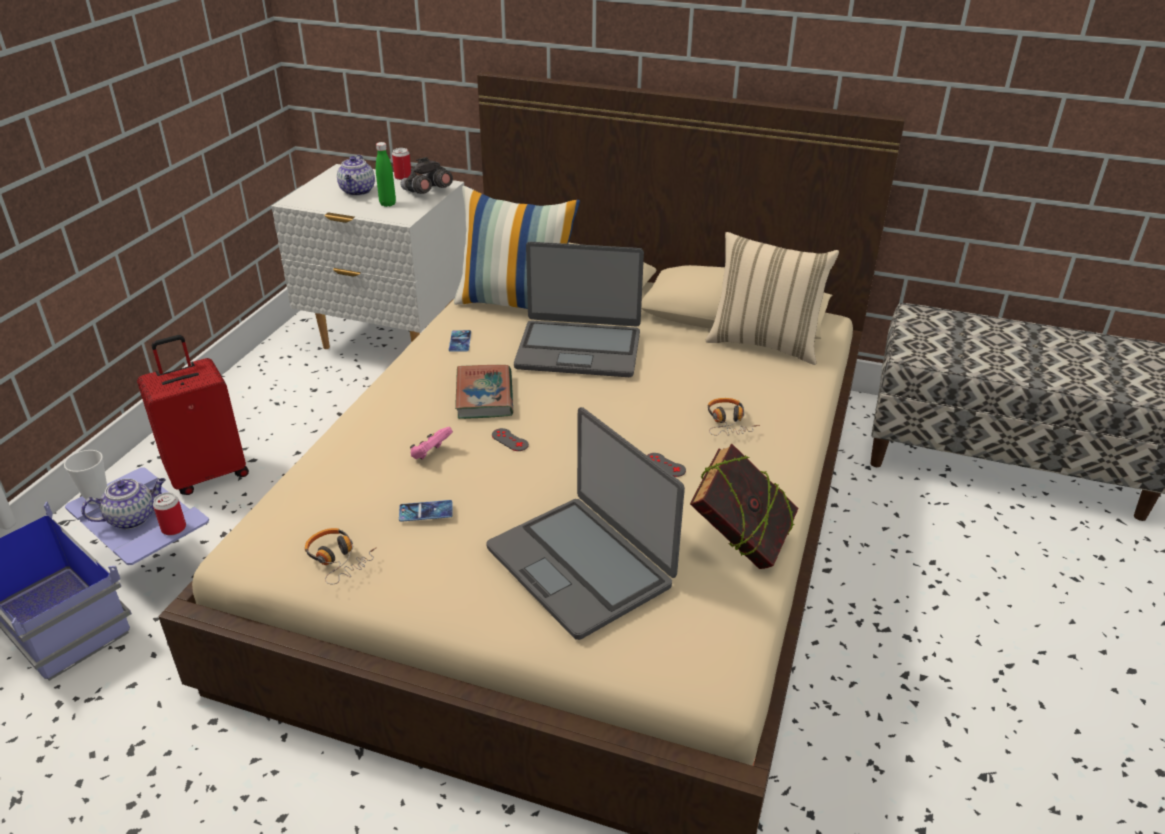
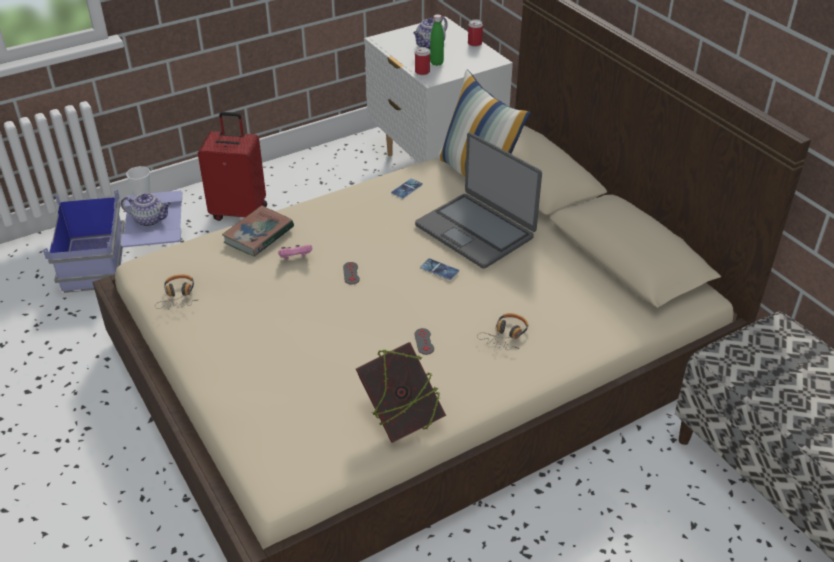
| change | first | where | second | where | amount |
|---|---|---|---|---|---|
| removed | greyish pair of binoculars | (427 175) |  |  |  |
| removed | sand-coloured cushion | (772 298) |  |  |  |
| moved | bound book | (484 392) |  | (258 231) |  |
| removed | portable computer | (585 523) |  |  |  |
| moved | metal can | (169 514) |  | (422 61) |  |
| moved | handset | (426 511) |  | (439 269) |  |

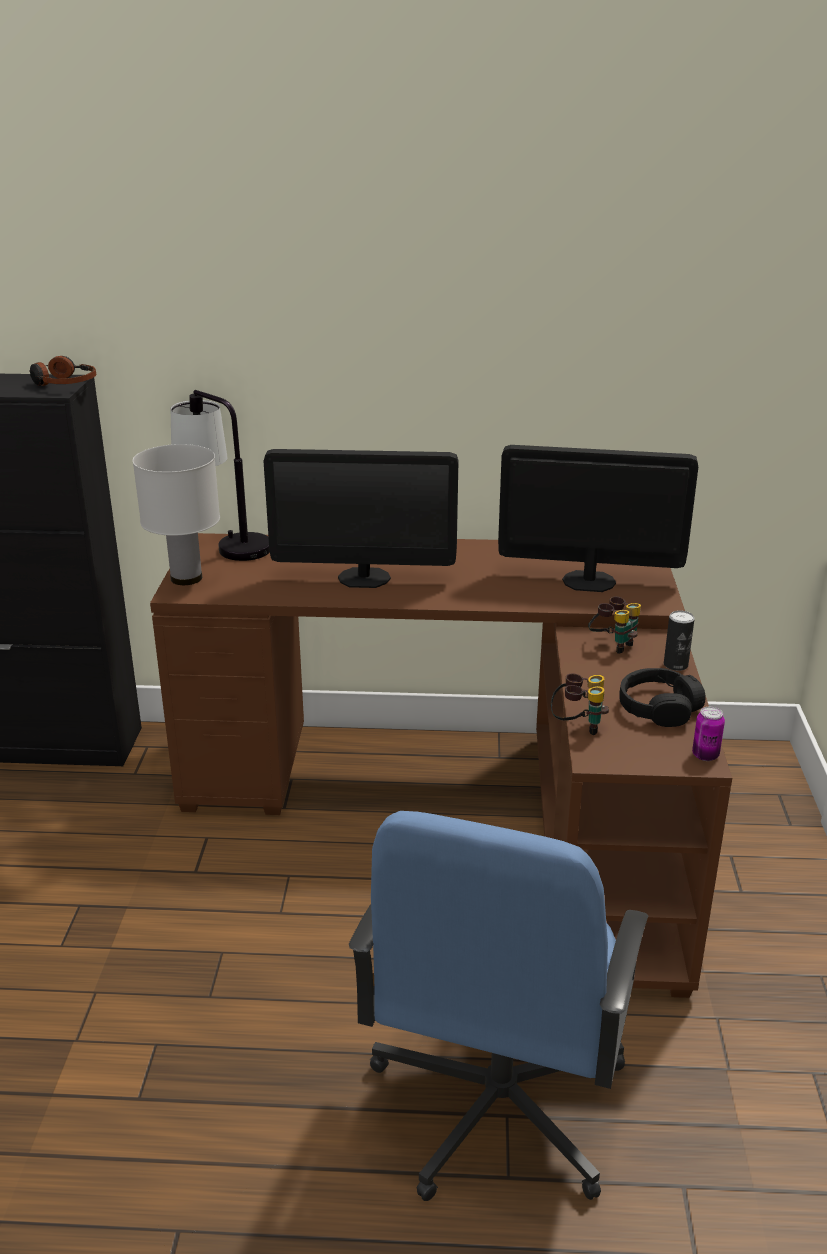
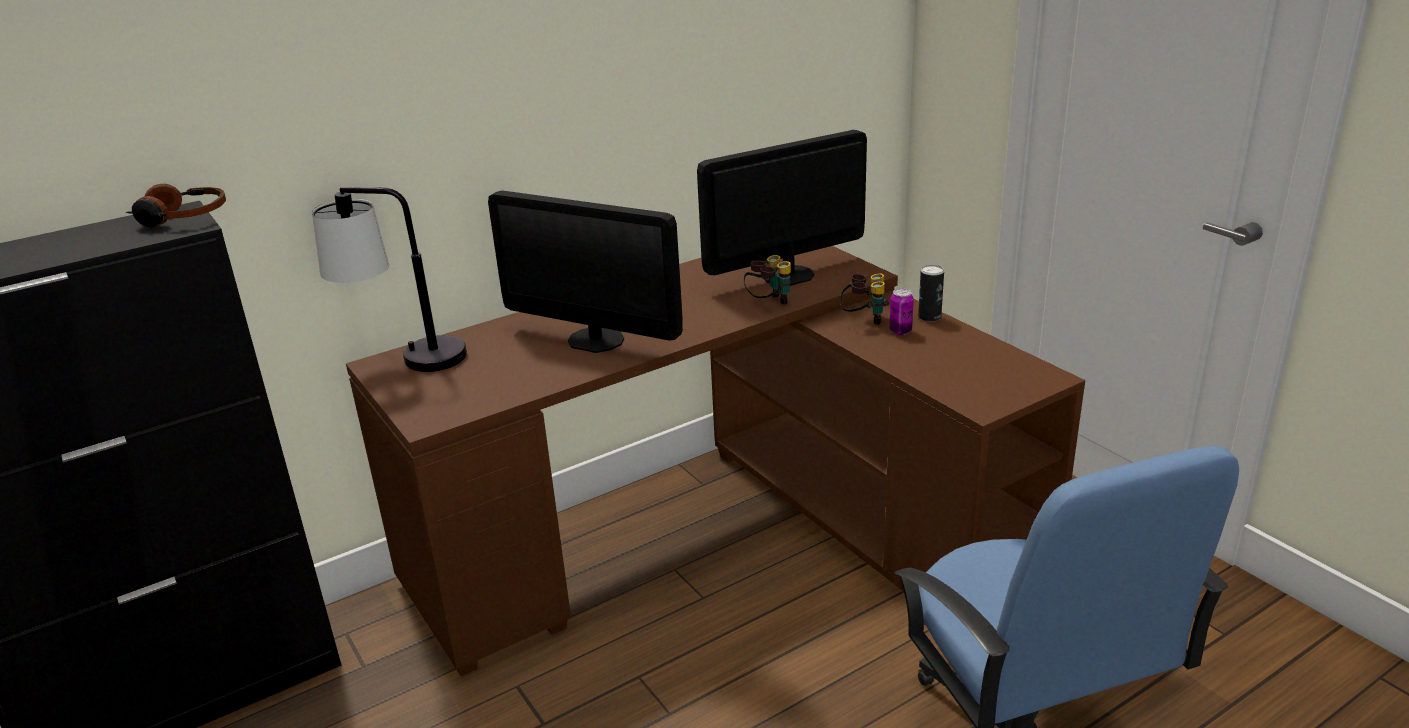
| change | first | where | second | where | amount |
|---|---|---|---|---|---|
| removed | white-coloured tabletop lamp | (176 514) |  |  |  |
| turned | monitor | (361 518) |  | (585 271) | 60 degrees clockwise |
| removed | blackish pair of headphones | (662 697) |  |  |  |
| moved | pair of binoculars | (580 704) |  | (767 280) |  |
| moved | metal can | (708 734) |  | (901 311) |  |

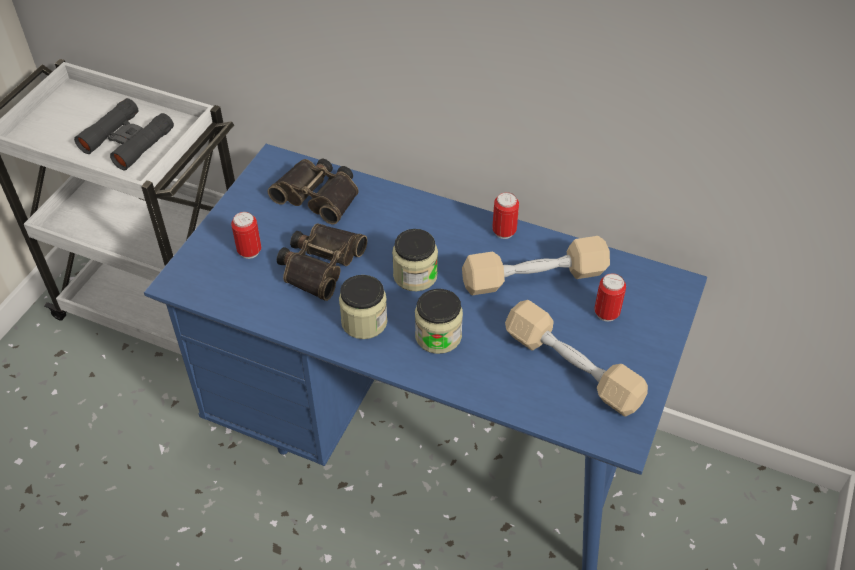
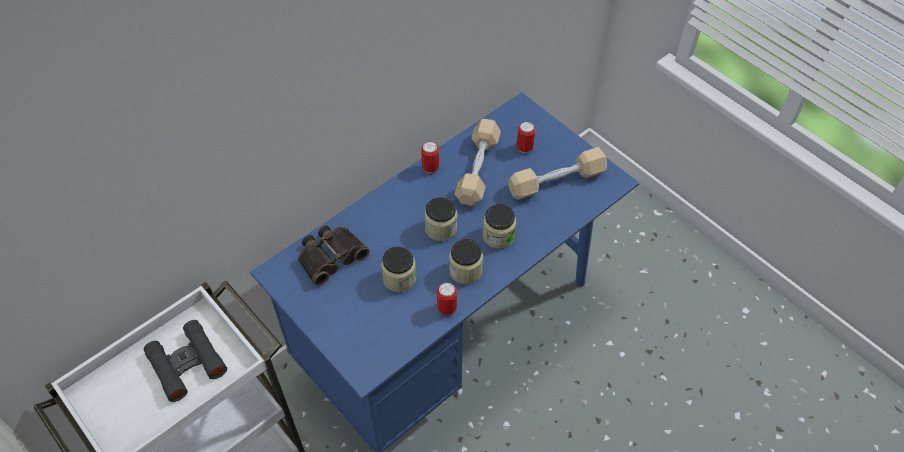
| change | first | where | second | where | amount |
|---|---|---|---|---|---|
| moved | metal can | (246 235) |  | (447 299) |  |
| replaced | pair of binoculars | (322 262) | preserve jar | (398 269) |  |

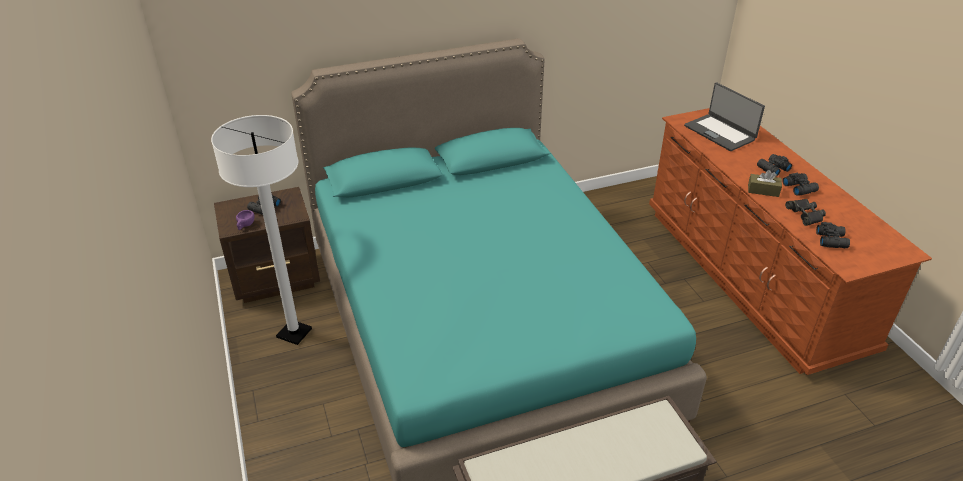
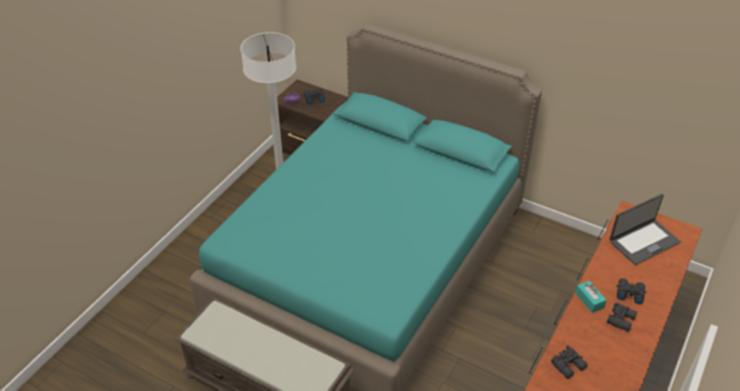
| change | first | where | second | where | amount |
|---|---|---|---|---|---|
| turned | portable computer | (724 116) |  | (645 229) | 135 degrees counterclockwise |
| recoloured | brown tissue box | (765 183) | turquoise-coloured tissue box | (591 297) |  |
| removed | blackish pair of binoculars | (805 212) |  |  |  |

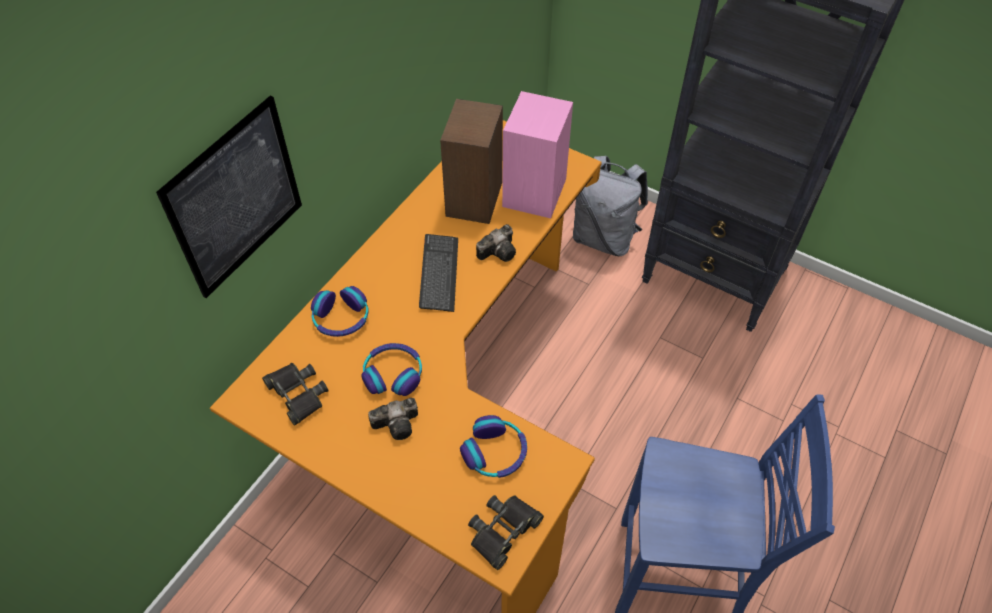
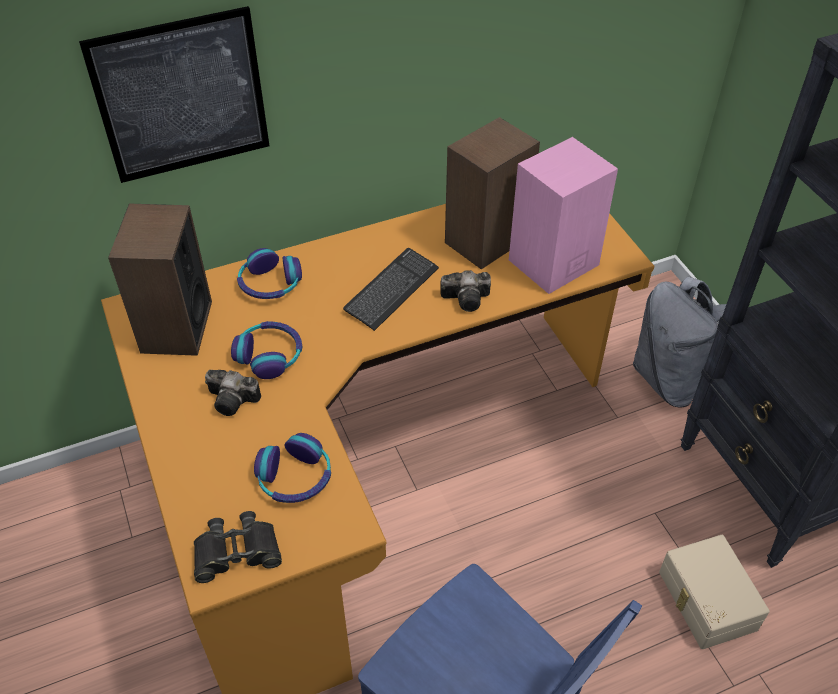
| change | first | where | second | where | amount |
|---|---|---|---|---|---|
| replaced | blackish pair of binoculars | (295 394) | audio speaker | (160 280) |  |
| added |  |  | sand-coloured storage container | (714 592) |  |

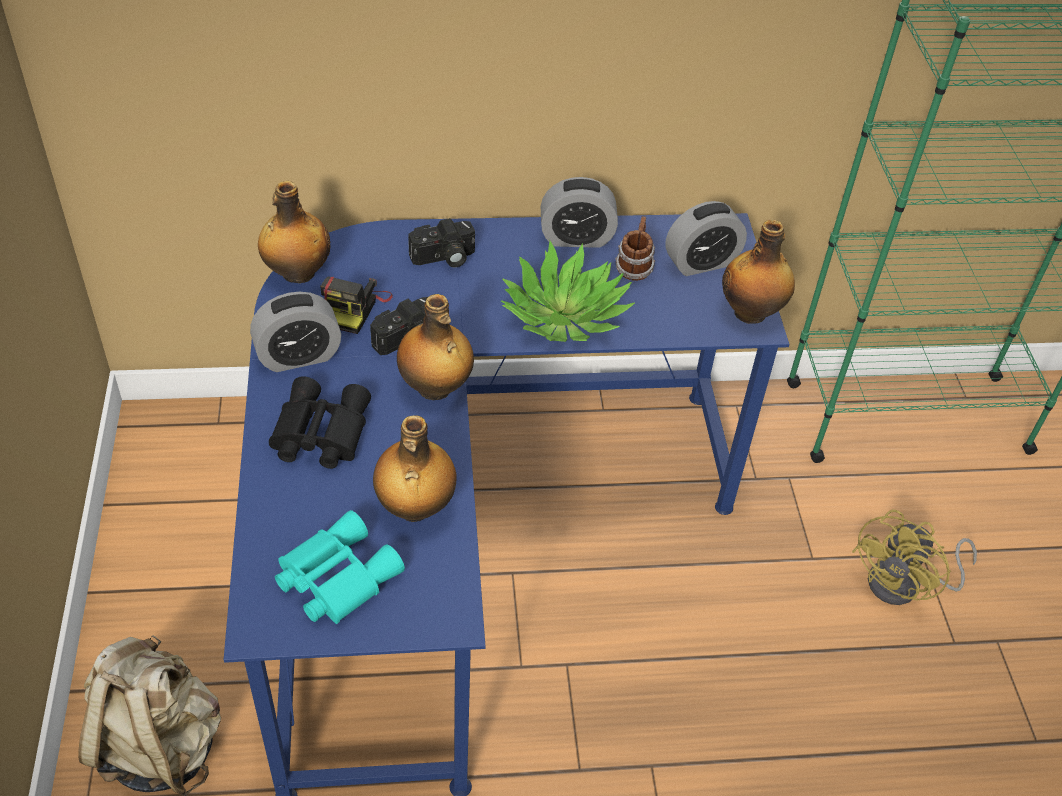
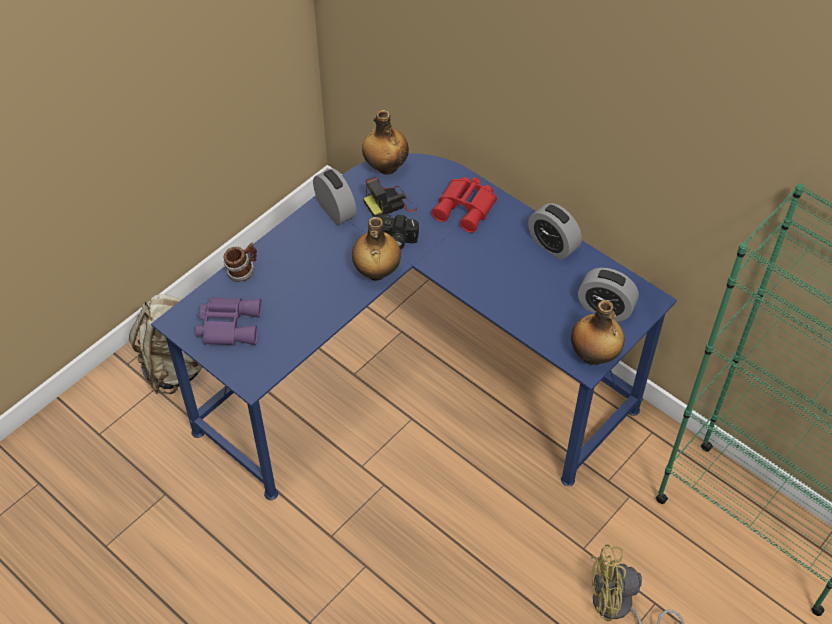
| change | first | where | second | where | amount |
|---|---|---|---|---|---|
| moved | coffee mug | (635 248) |  | (240 262) |  |
| replaced | still camera | (441 243) | reddish pair of binoculars | (464 205) |  |
| removed | houseplant | (568 291) |  |  |  |
| turned | table clock | (295 332) |  | (334 196) | 150 degrees counterclockwise |
| removed | blackish pair of binoculars | (320 422) |  |  |  |
| removed | bottle | (415 468) |  |  |  |
| recoloured | turquoise-coloured pair of binoculars | (340 567) | purple-coloured pair of binoculars | (229 321) |  |

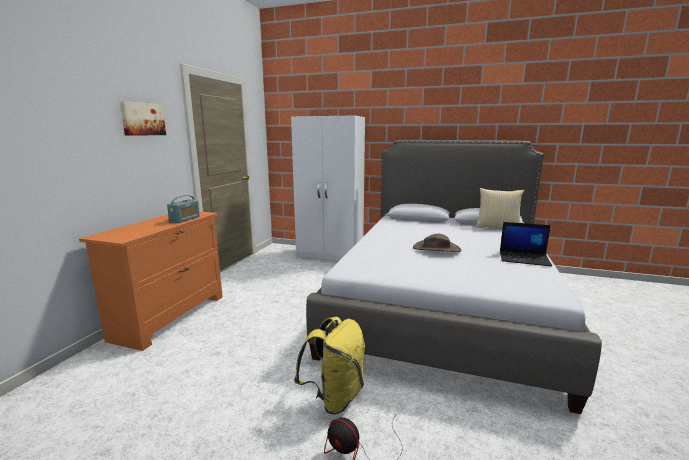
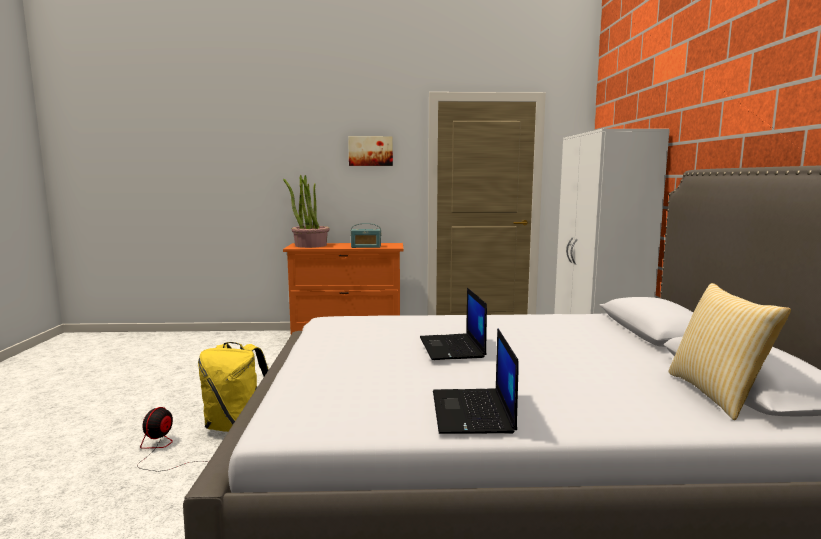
| change | first | where | second | where | amount |
|---|---|---|---|---|---|
| replaced | brown hat | (437 243) | portable computer | (453 324) |  |
| added |  |  | houseplant | (306 211) |  |

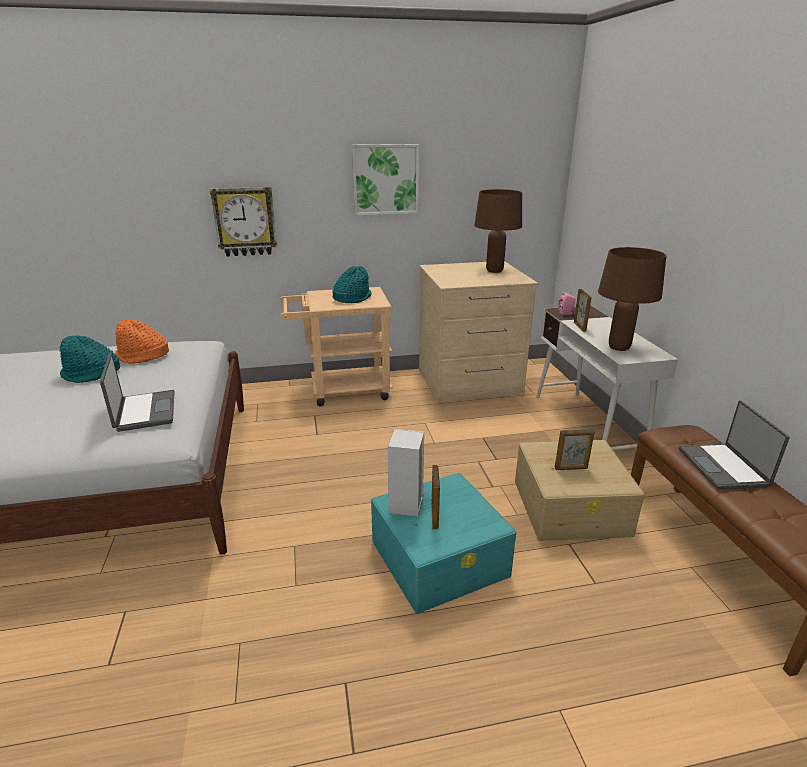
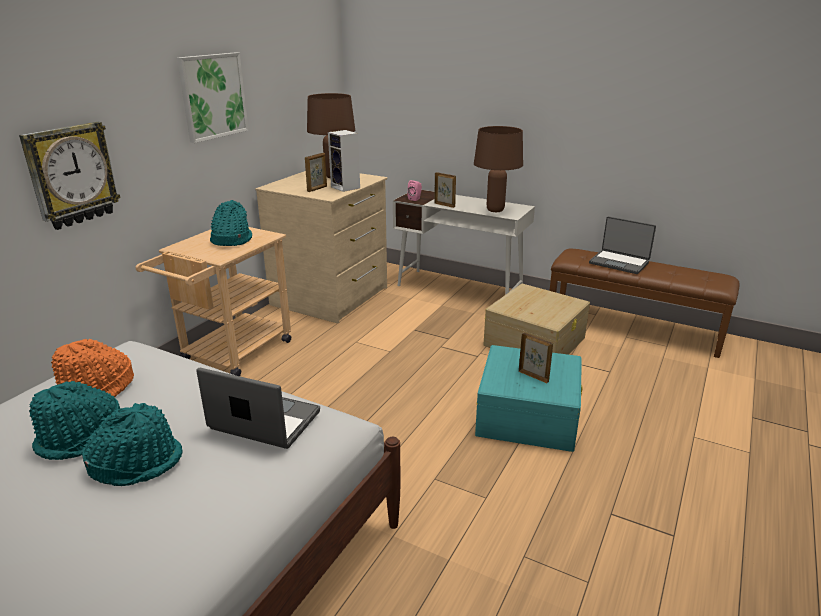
| change | first | where | second | where | amount |
|---|---|---|---|---|---|
| moved | audio speaker | (406 473) |  | (344 161) |  |
| moved | picture frame | (575 449) |  | (316 172) |  |
| added |  |  | turquoise-coloured hat | (132 444) |  |

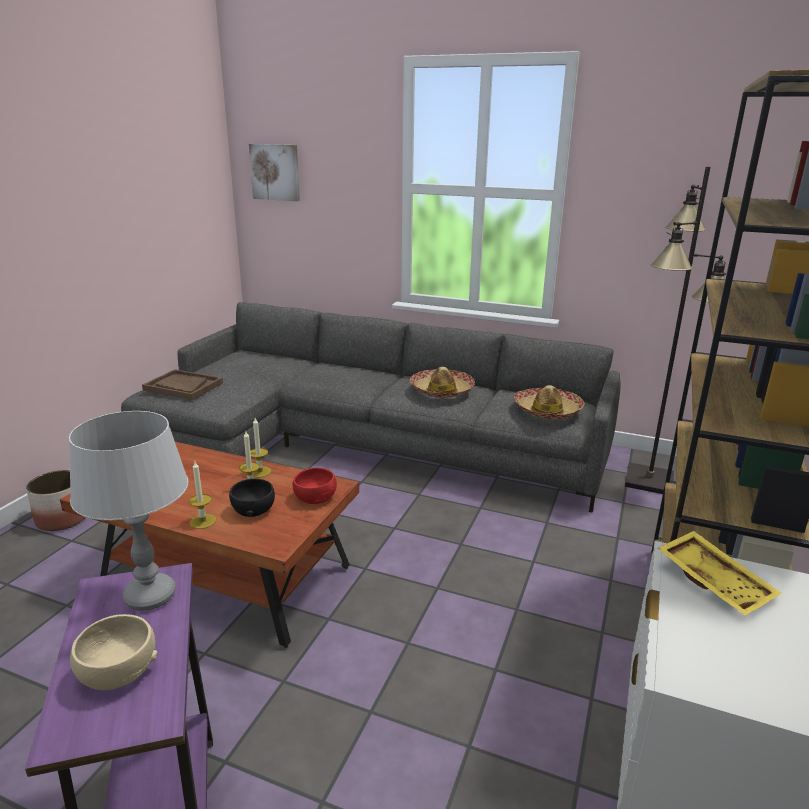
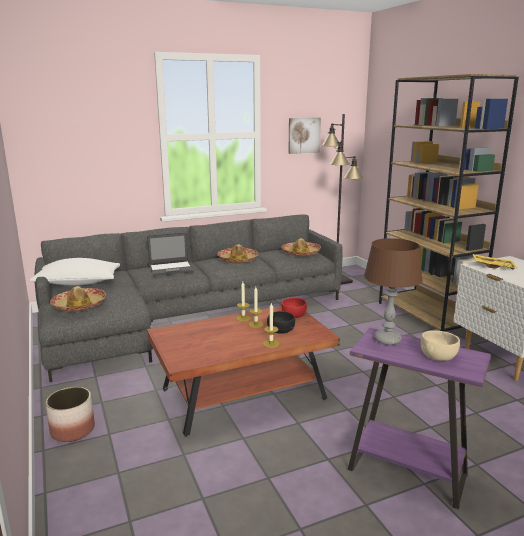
| change | first | where | second | where | amount |
|---|---|---|---|---|---|
| moved | wall art | (274 172) |  | (304 136) |  |
| replaced | brown tray | (182 384) | hat | (78 298) |  |
| recoloured | greyish tabletop lamp | (129 511) | brown tabletop lamp | (393 291) |  |
| added |  |  | portable computer | (170 254) |  |
| added |  |  | white-coloured cushion | (75 271) |  |

